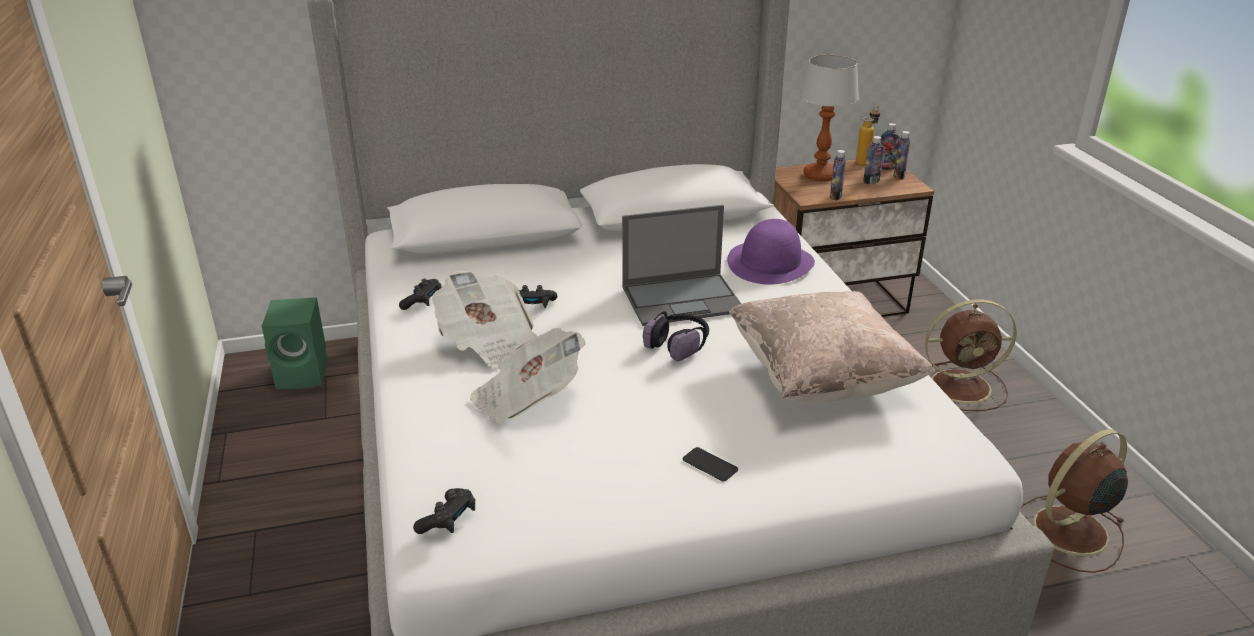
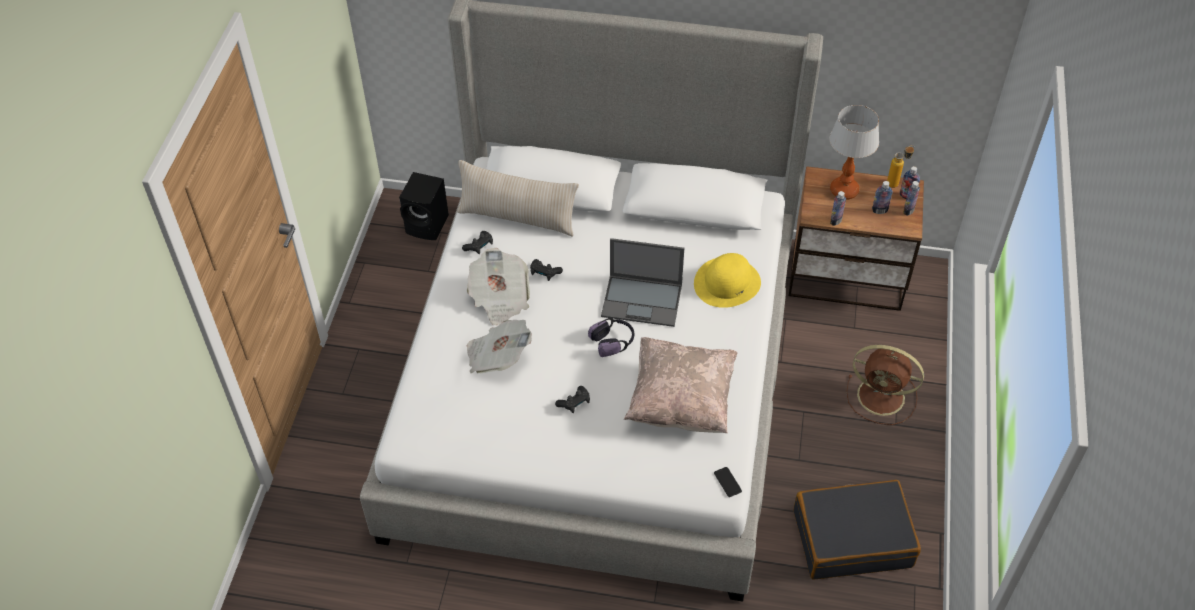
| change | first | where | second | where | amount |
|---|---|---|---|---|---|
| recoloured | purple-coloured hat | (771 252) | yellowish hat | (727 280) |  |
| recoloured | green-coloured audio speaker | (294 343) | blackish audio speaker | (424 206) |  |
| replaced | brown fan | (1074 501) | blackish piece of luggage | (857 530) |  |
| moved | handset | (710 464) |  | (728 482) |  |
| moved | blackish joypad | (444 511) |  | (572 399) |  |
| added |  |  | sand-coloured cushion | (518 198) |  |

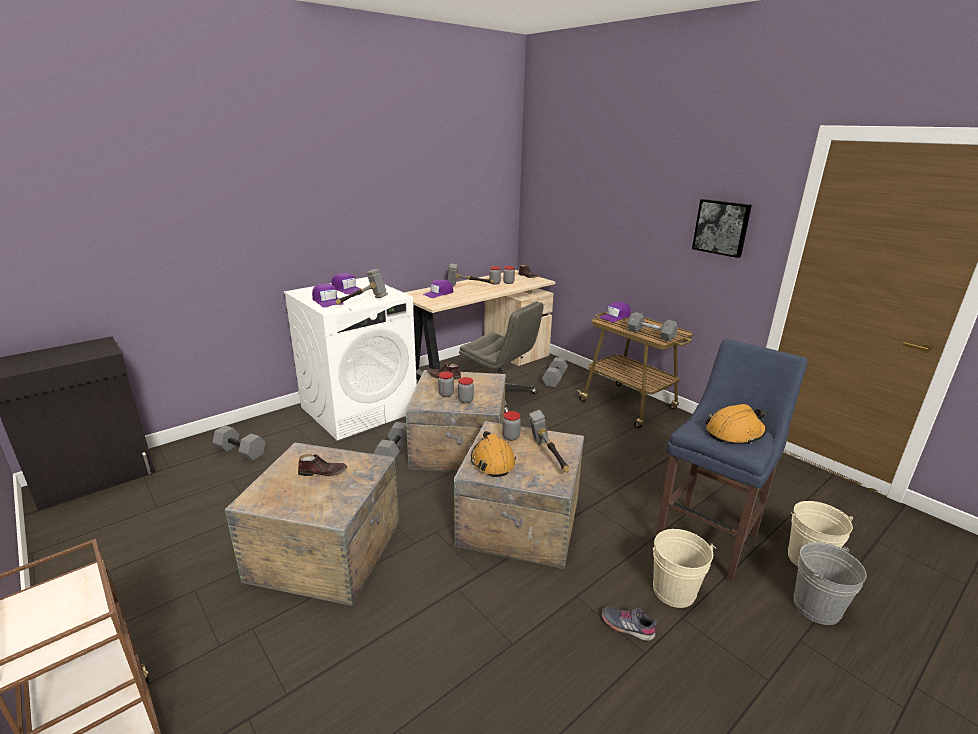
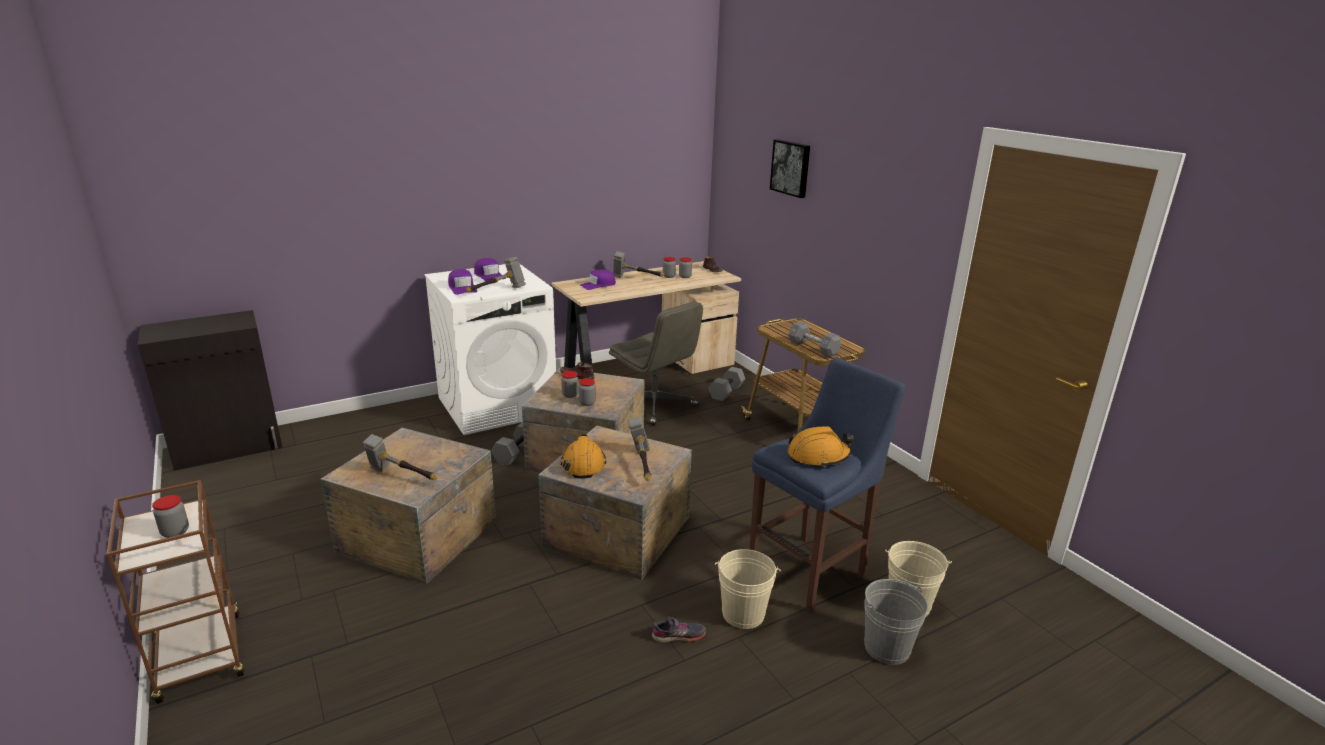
| change | first | where | second | where | amount |
|---|---|---|---|---|---|
| moved | wall art | (722 228) |  | (790 168) |  |
| removed | purple-coloured cap | (615 312) |  |  |  |
| moved | preserve jar | (511 426) |  | (170 516) |  |
| removed | greyish hand weight | (239 443) |  |  |  |
| removed | brown item of footwear | (322 465) |  |  |  |
| turned | greyish item of footwear | (629 623) |  | (679 630) | 135 degrees clockwise |
| added |  |  | tool hammer | (400 457) |  |

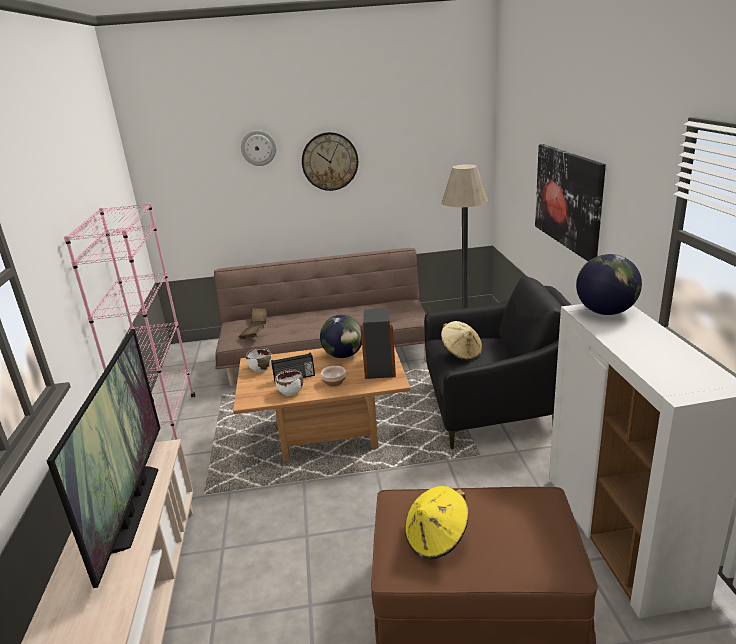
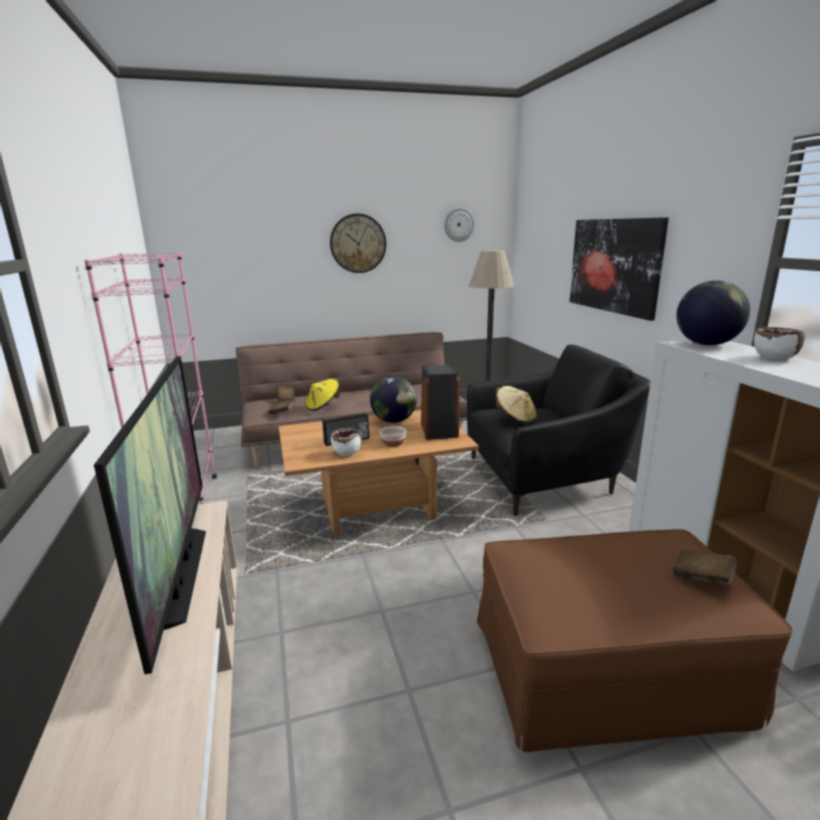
| change | first | where | second | where | amount |
|---|---|---|---|---|---|
| moved | wall clock | (258 148) |  | (459 224) |  |
| moved | white-coloured serving bowl | (259 360) |  | (779 344) |  |
| moved | yellowish hat | (436 522) |  | (322 395) |  |
| added |  |  | brown bound book | (704 567) |  |

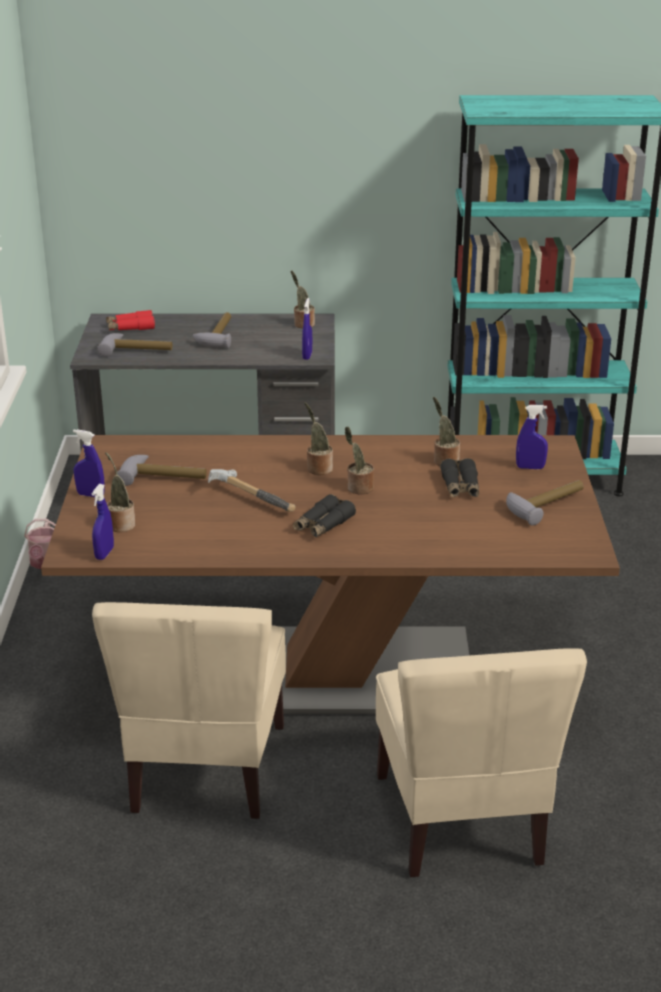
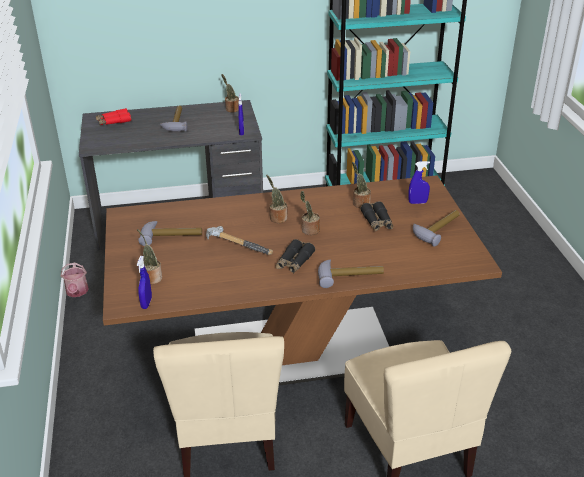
| change | first | where | second | where | amount |
|---|---|---|---|---|---|
| moved | tool hammer | (134 345) |  | (351 274) |  |
| removed | blue hand sprayer | (89 463) |  |  |  |

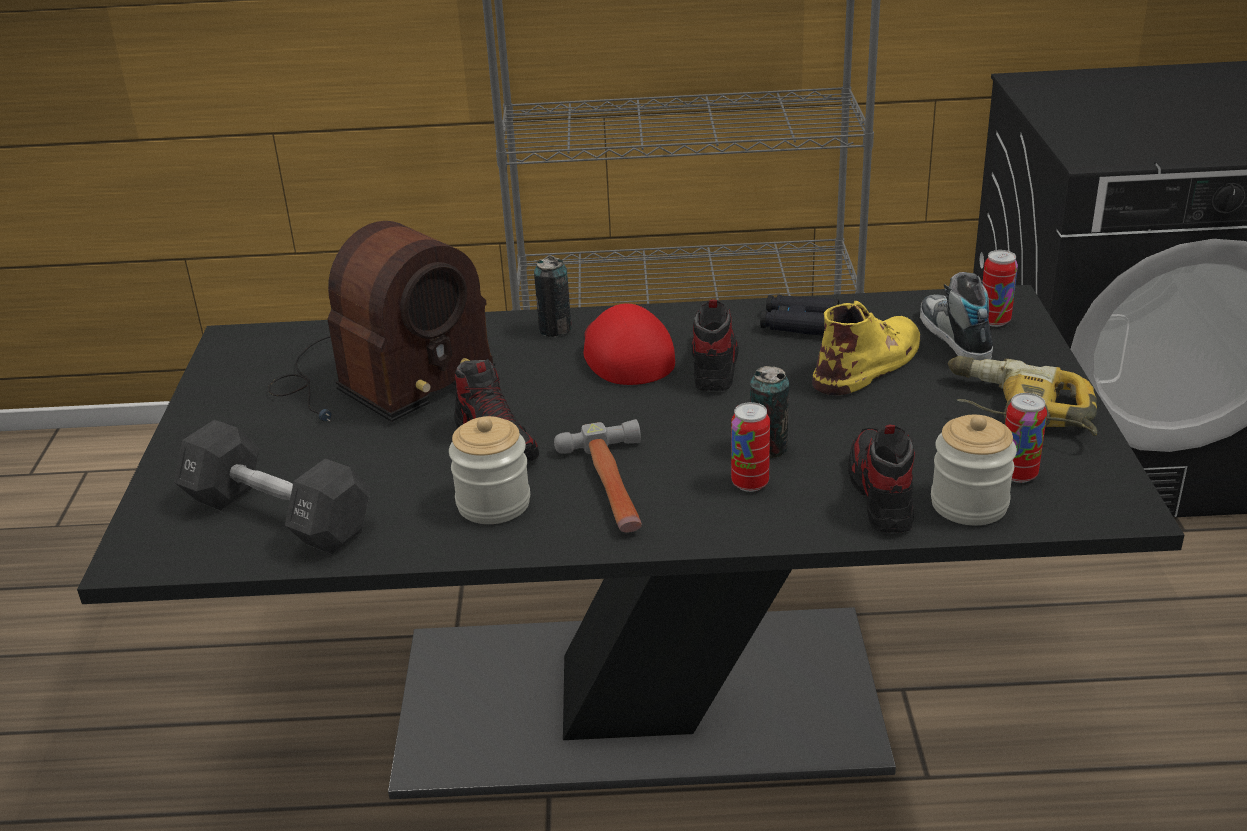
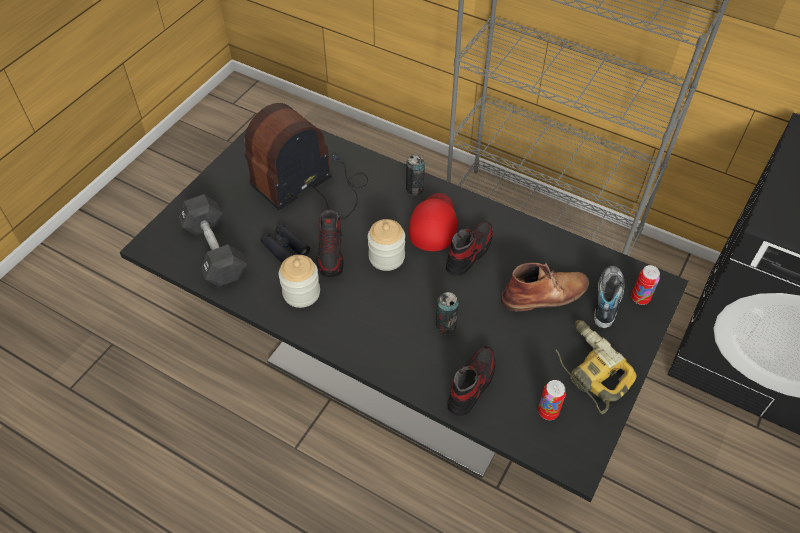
| change | first | where | second | where | amount |
|---|---|---|---|---|---|
| turned | radio receiver | (382 321) |  | (306 161) | 150 degrees clockwise |
| moved | blackish pair of binoculars | (799 315) |  | (285 243) |  |
| recoloured | yellowish tall boot | (866 348) | brown tall boot | (545 287) |  |
| removed | metal can | (750 447) |  |  |  |
| moved | preserve jar | (974 470) |  | (386 245) |  |
| removed | tool hammer | (598 476) |  |  |  |

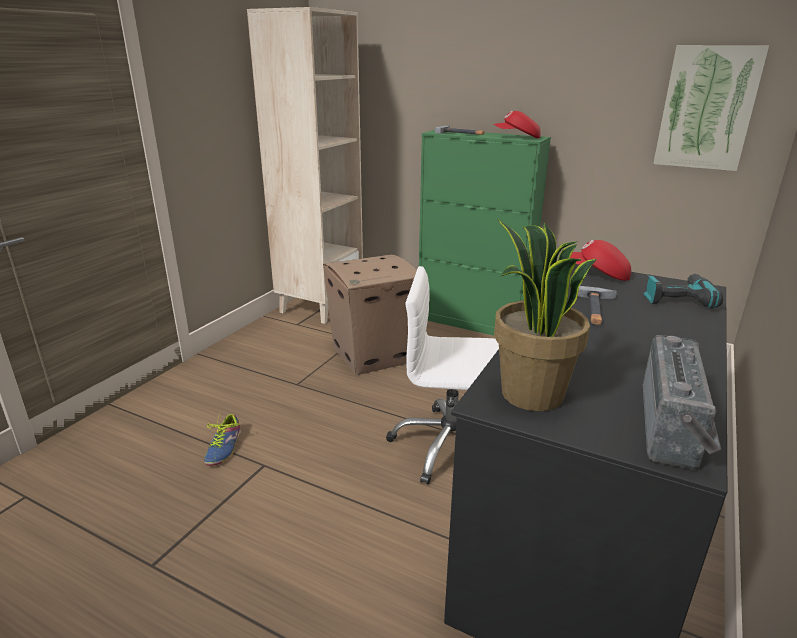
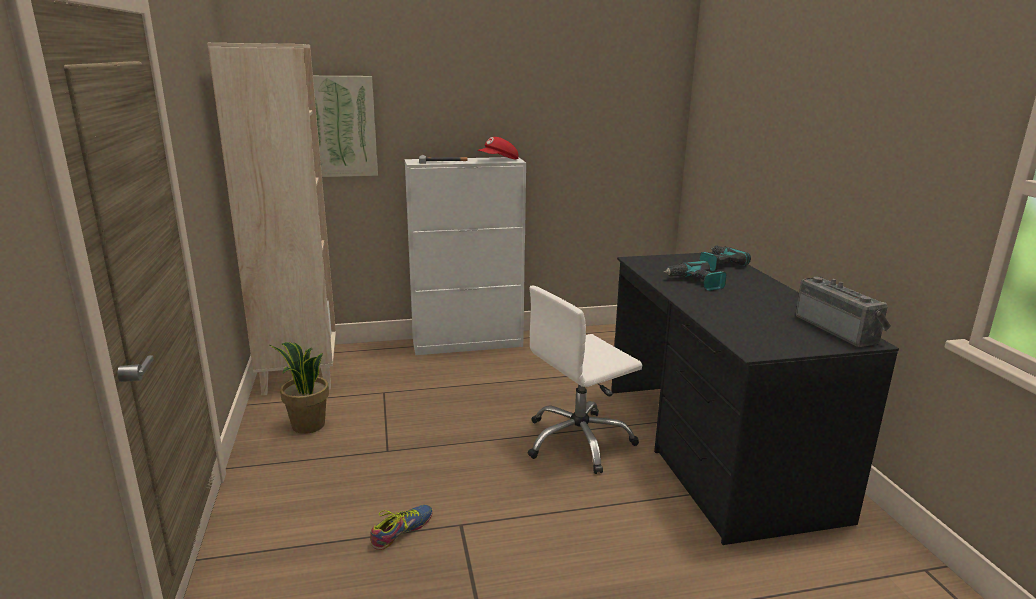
| change | first | where | second | where | amount |
|---|---|---|---|---|---|
| moved | wall art | (711 108) |  | (345 126) |  |
| recoloured | green-coloured cabinet | (485 233) | white-coloured cabinet | (465 256) |  |
| moved | houseplant | (545 314) |  | (299 388) |  |
| removed | reddish cap | (600 260) |  |  |  |
| removed | cardboard box | (370 315) |  |  |  |
| replaced | tool hammer | (597 305) | power drill | (694 276) |  |
| turned | item of footwear | (222 439) |  | (401 527) | 105 degrees counterclockwise |

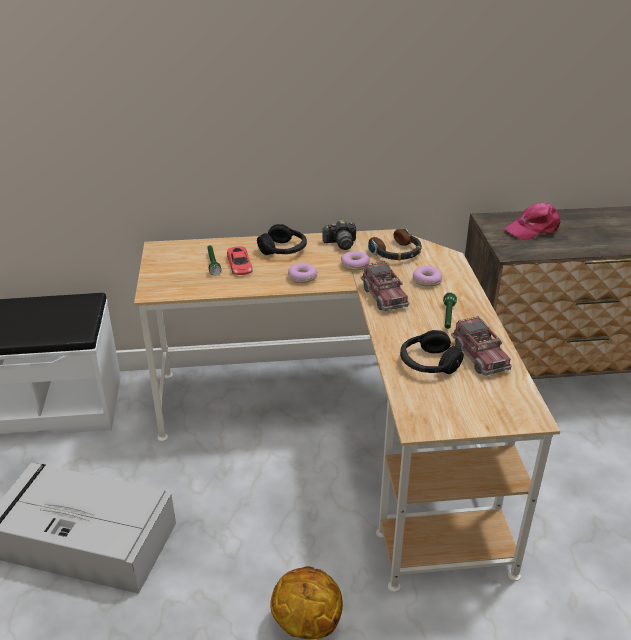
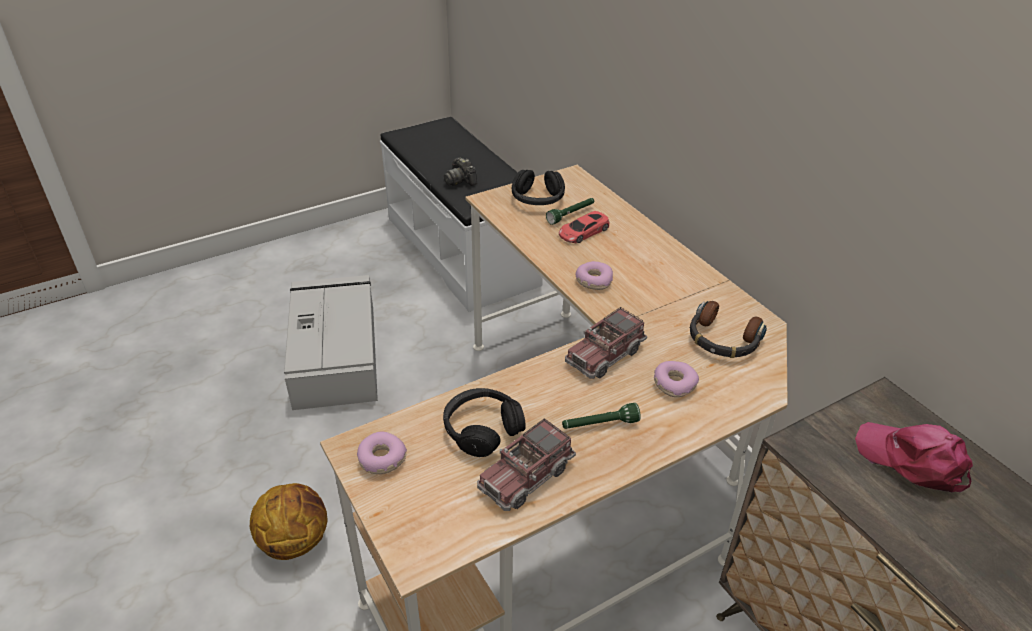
| change | first | where | second | where | amount |
|---|---|---|---|---|---|
| moved | still camera | (339 235) |  | (460 171) |  |
| moved | blackish pair of headphones | (282 239) |  | (538 187) |  |
| moved | doughnut | (355 261) |  | (382 452) |  |

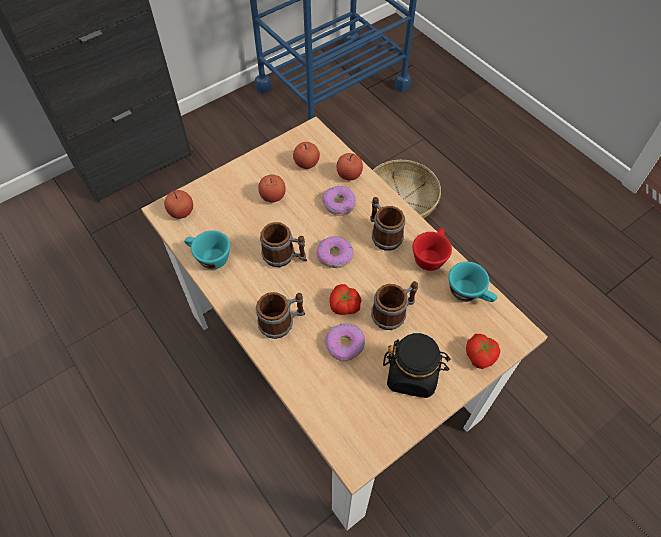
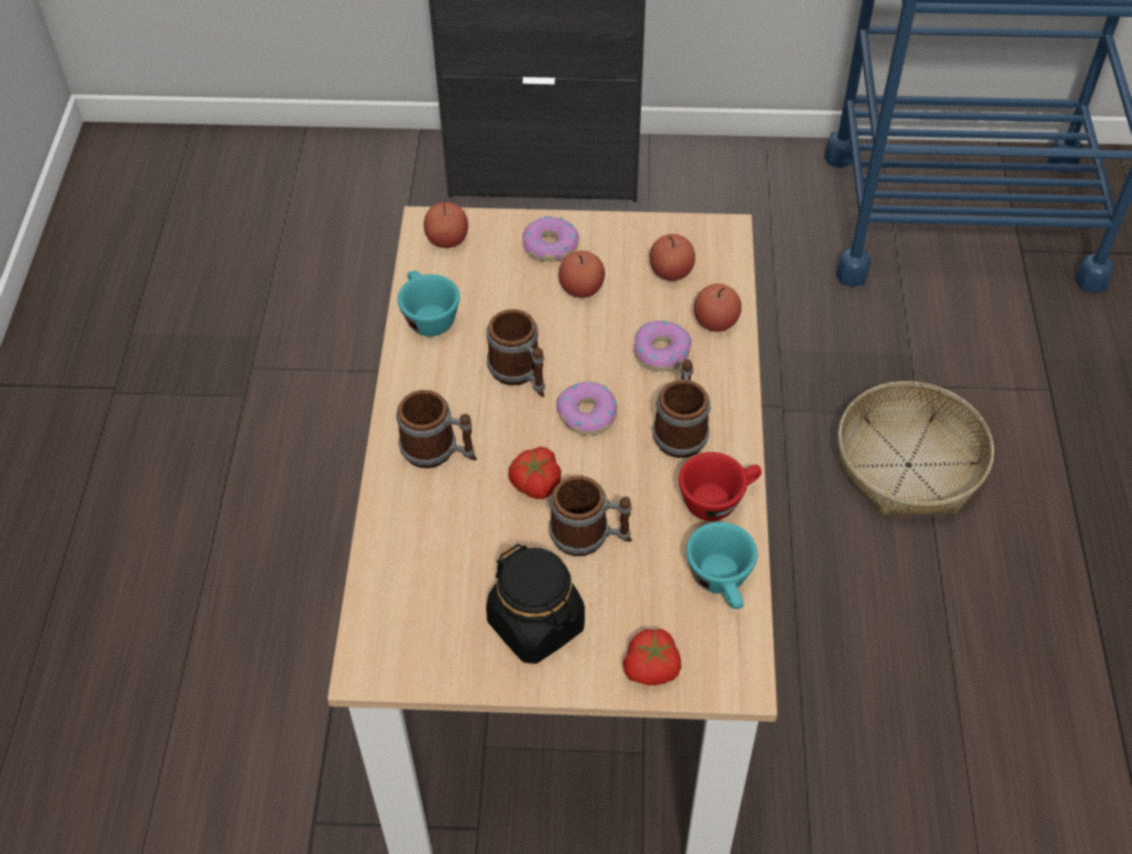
| change | first | where | second | where | amount |
|---|---|---|---|---|---|
| moved | doughnut | (345 342) |  | (550 238) |  |

